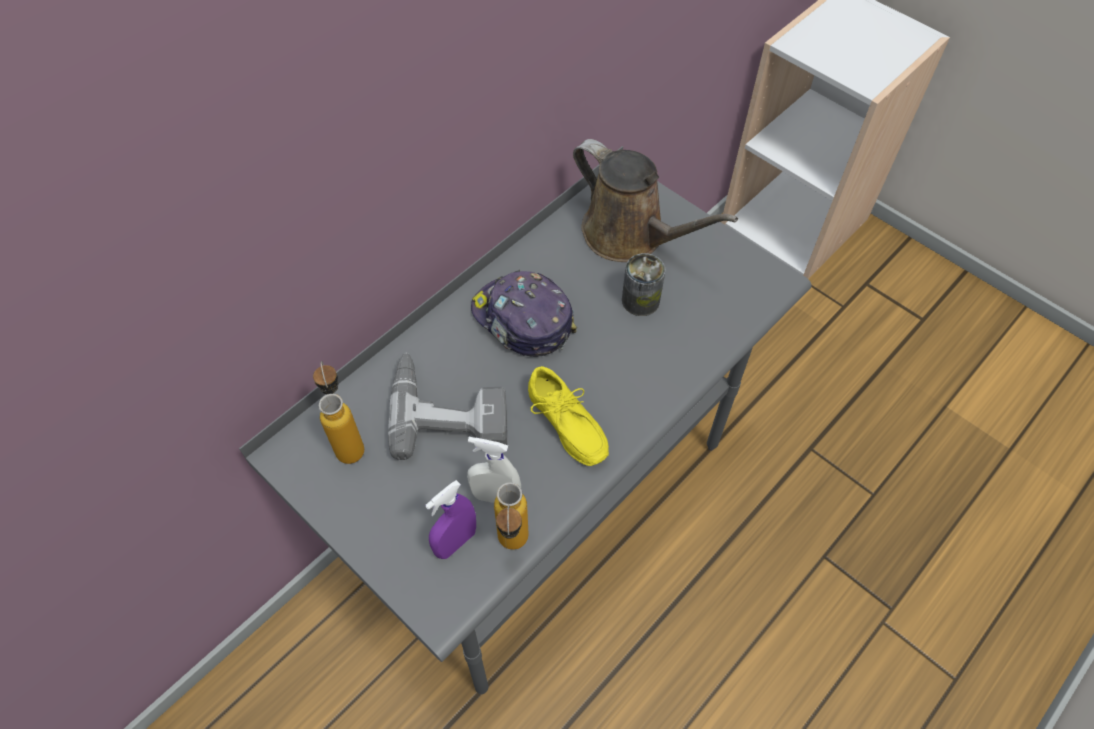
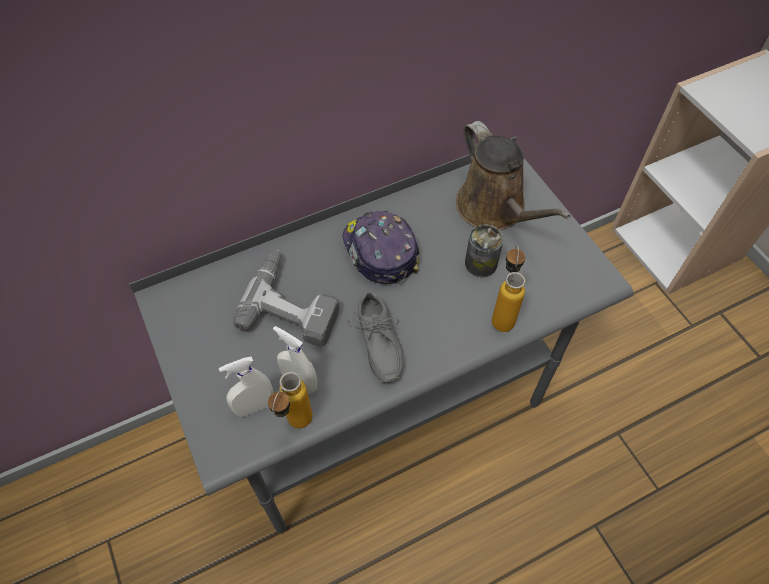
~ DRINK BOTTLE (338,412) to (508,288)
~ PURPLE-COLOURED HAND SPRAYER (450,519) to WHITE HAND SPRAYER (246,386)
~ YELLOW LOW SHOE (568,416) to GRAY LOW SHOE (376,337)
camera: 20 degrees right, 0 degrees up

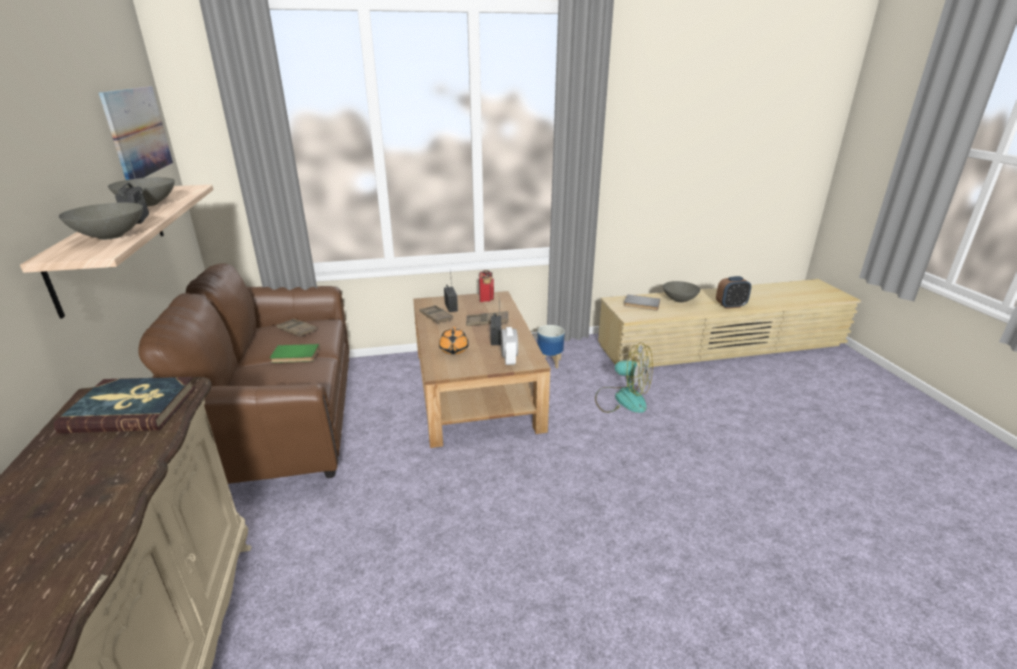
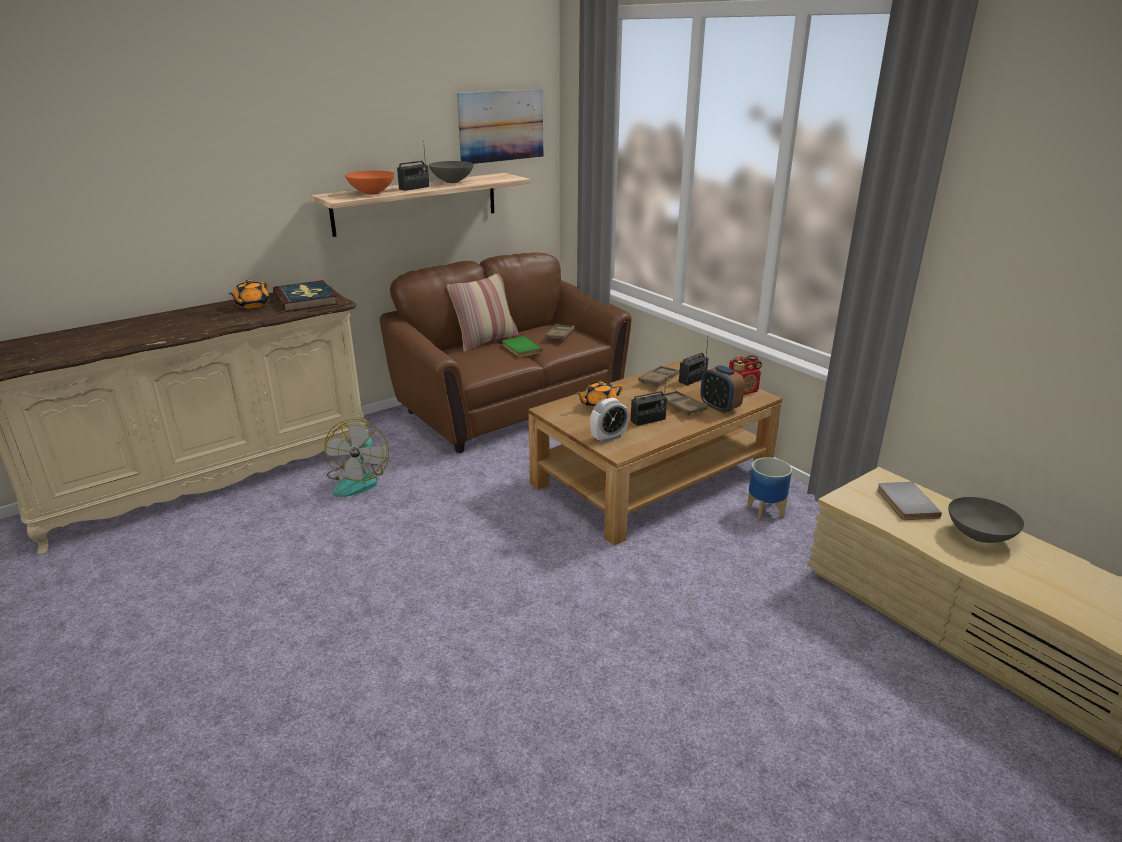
+ ORANGEY TEAPOT (249,294)
+ THROW PILLOW (483,313)
~ FAN (624,377) to (356,458)
~ TABLE CLOCK (733,292) to (722,389)
~ GRAY SERVING BOWL (101,221) to ORANGEY SERVING BOWL (370,183)
camera: 65 degrees right, 0 degrees up

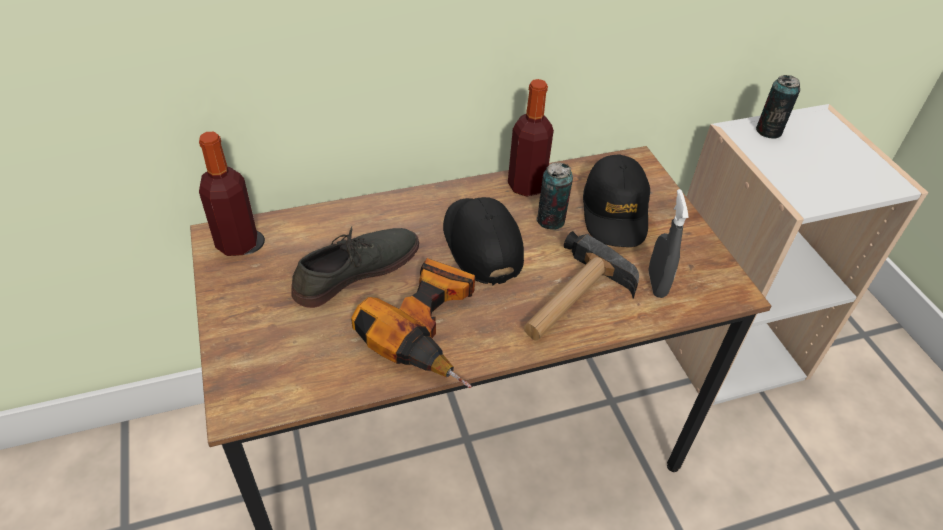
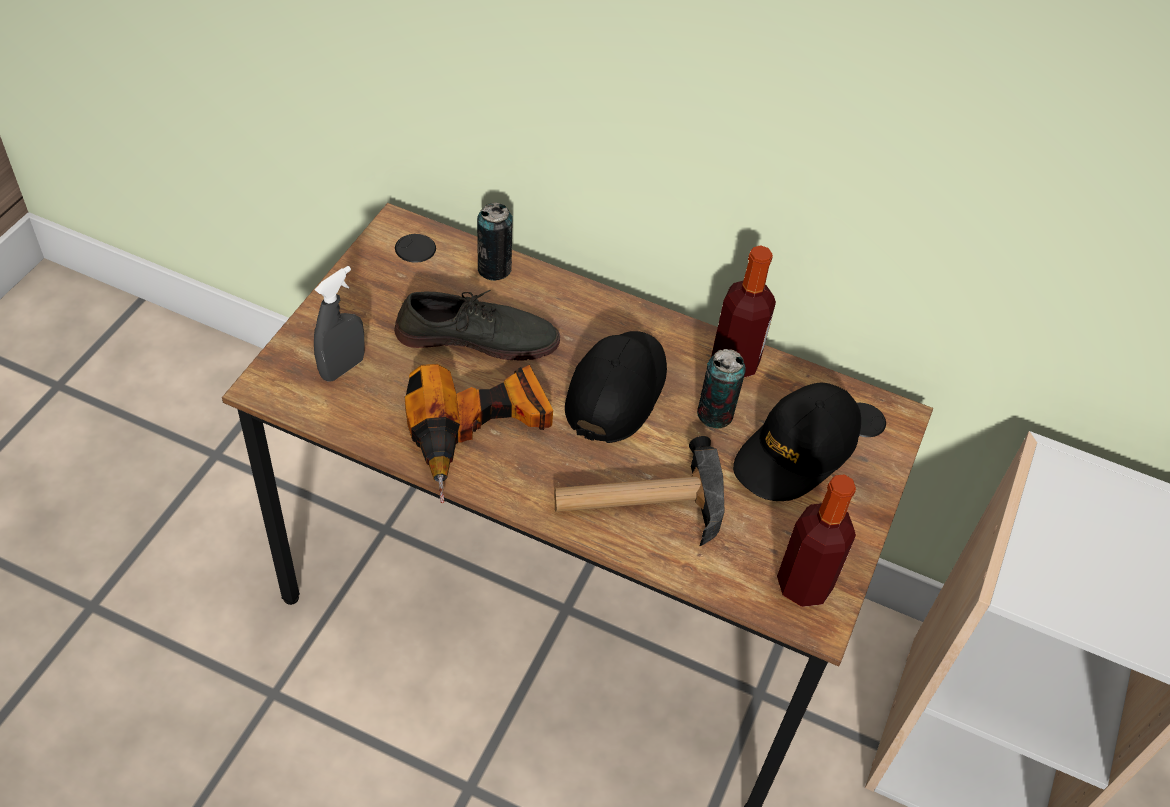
~ DRINK BOTTLE (228,194) to (816,540)
~ GRAY HAND SPRAYER (669,243) to (339,323)
~ SEALED CAN (778,107) to (495,241)
camera: 40 degrees right, 5 degrees up

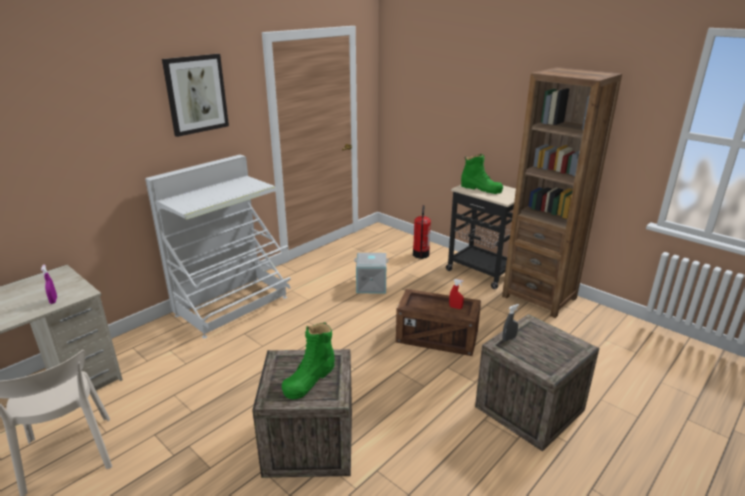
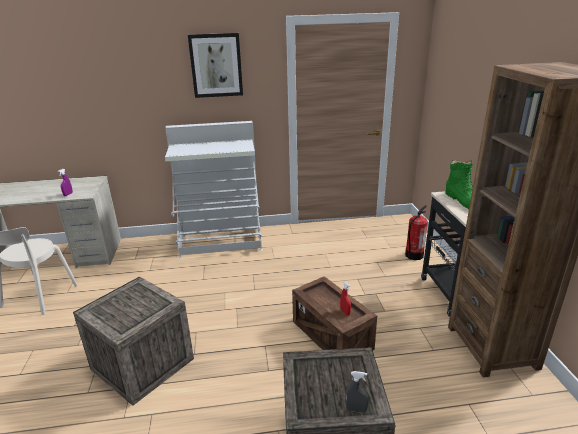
- GREEN-COLOURED TALL BOOT (308,360)
- GRAY STORAGE BOX (371,273)
~ GRAY HAND SPRAYER (510,322) to (357,392)
camera: 40 degrees right, 0 degrees up

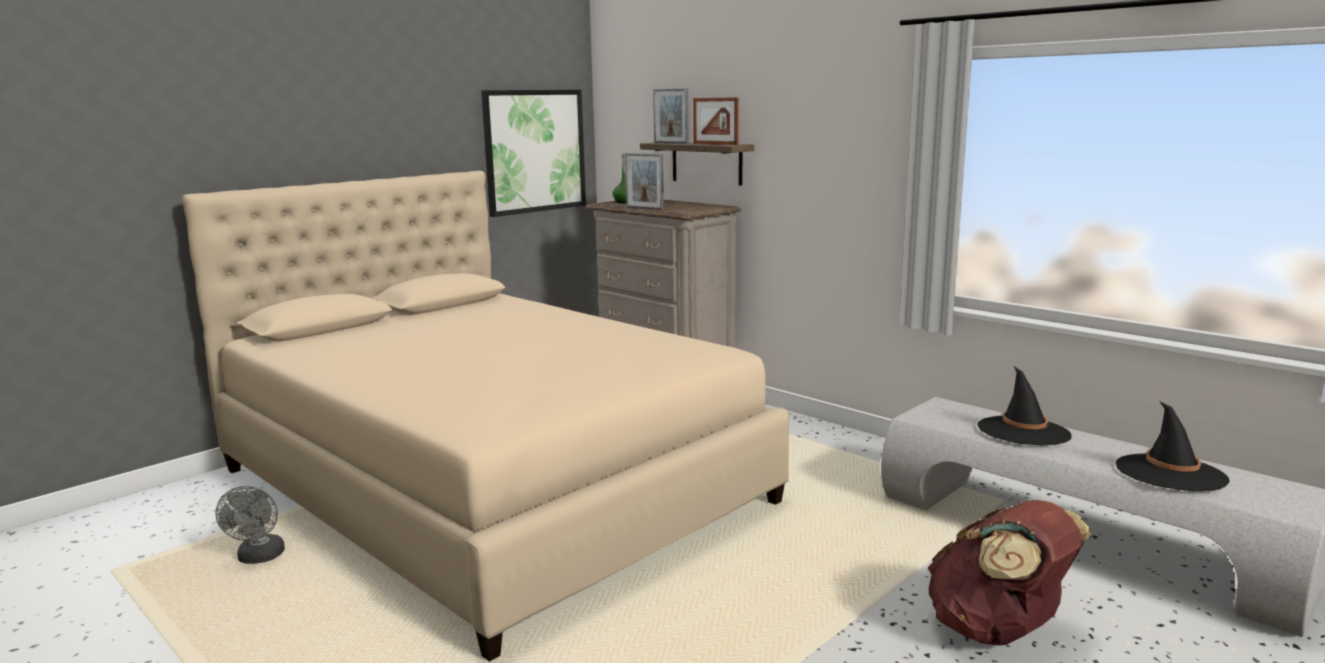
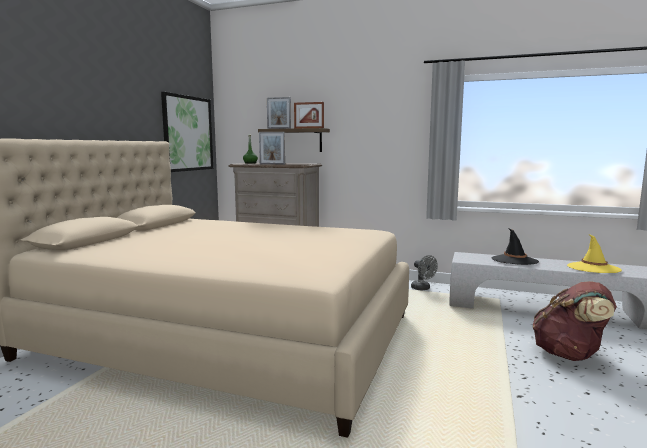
~ GRAY FAN (250,525) to (424,272)
~ BLACK-COLOURED CLOTHING HAT (1173,446) to YELLOW CLOTHING HAT (594,253)
camera: 25 degrees left, 5 degrees down

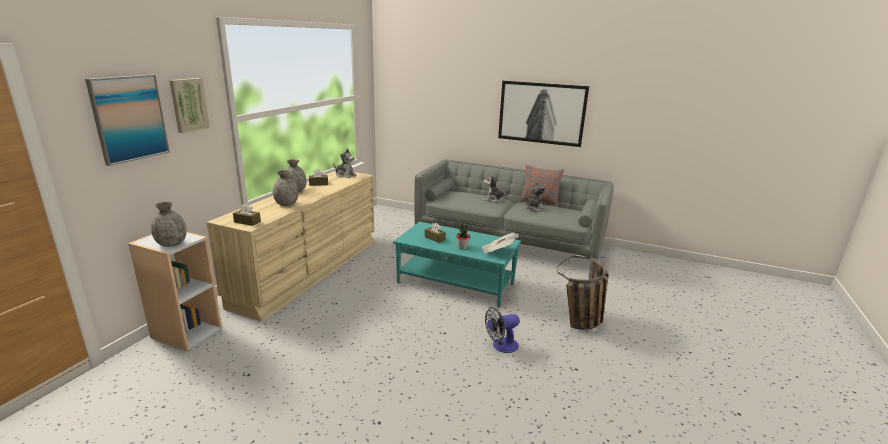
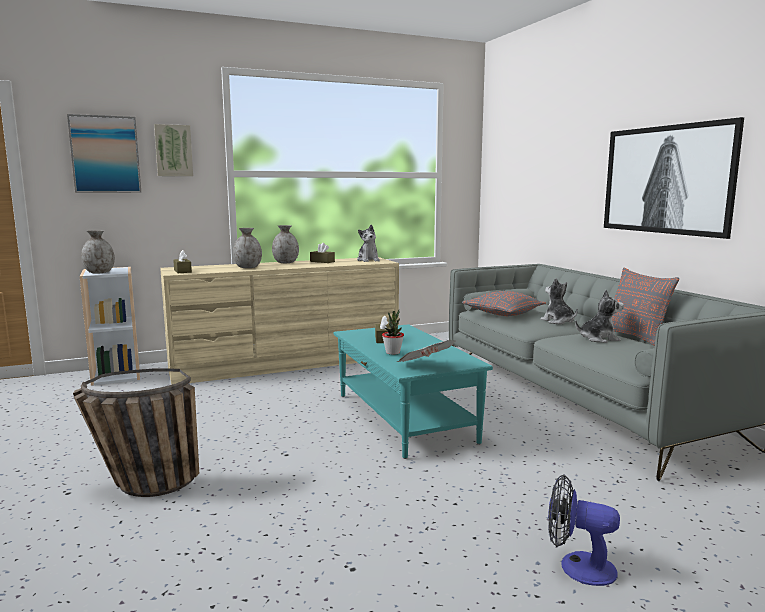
+ GRAY THROW PILLOW (504,303)
~ FAN (502,330) to (584,530)
~ STORAGE BASKET (583,293) to (136,433)
camera: 45 degrees right, 10 degrees down

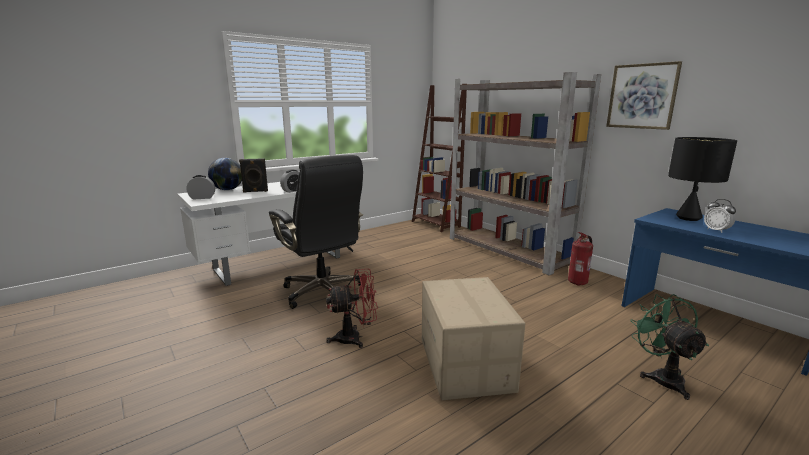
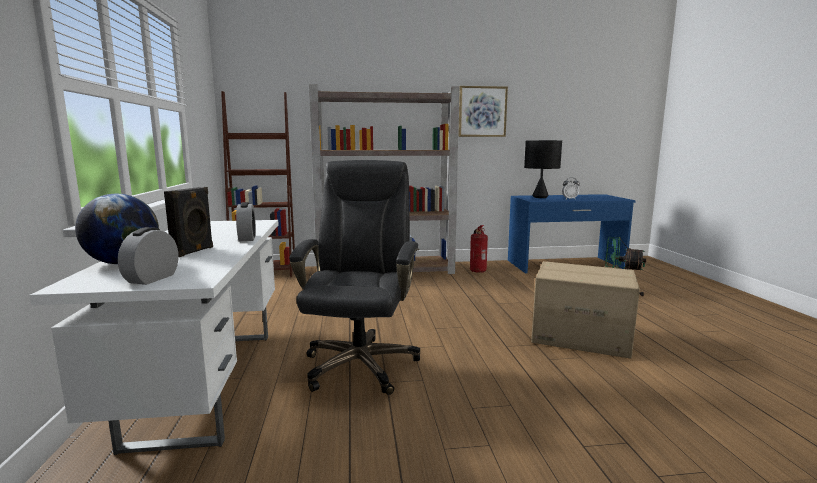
- REDDISH FAN (352,308)
~ BLACK-COLOURED COMPUTER CHAIR (316,232) = (354,277) 75 degrees counterclockwise
camera: 60 degrees left, 5 degrees down

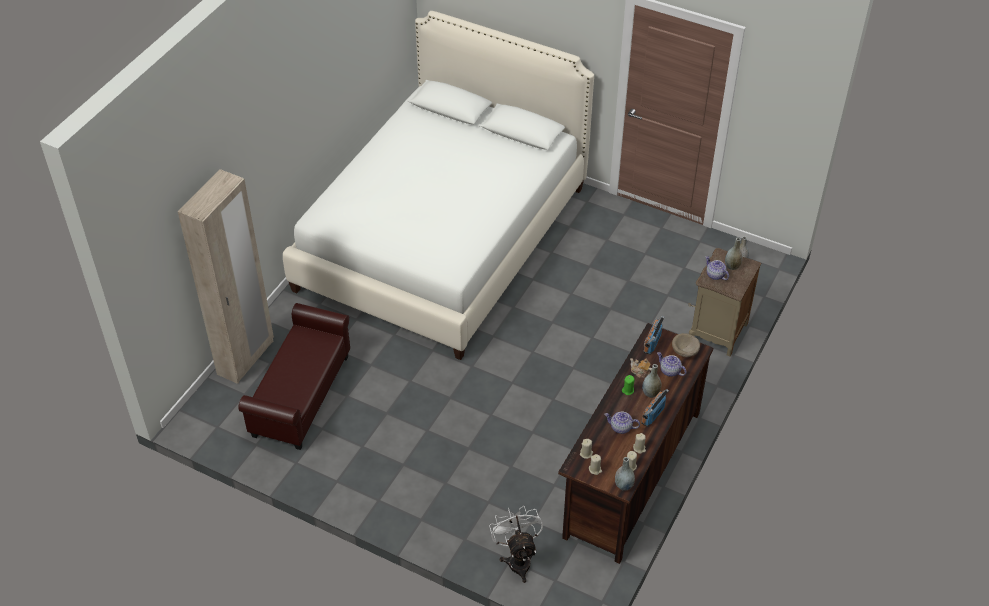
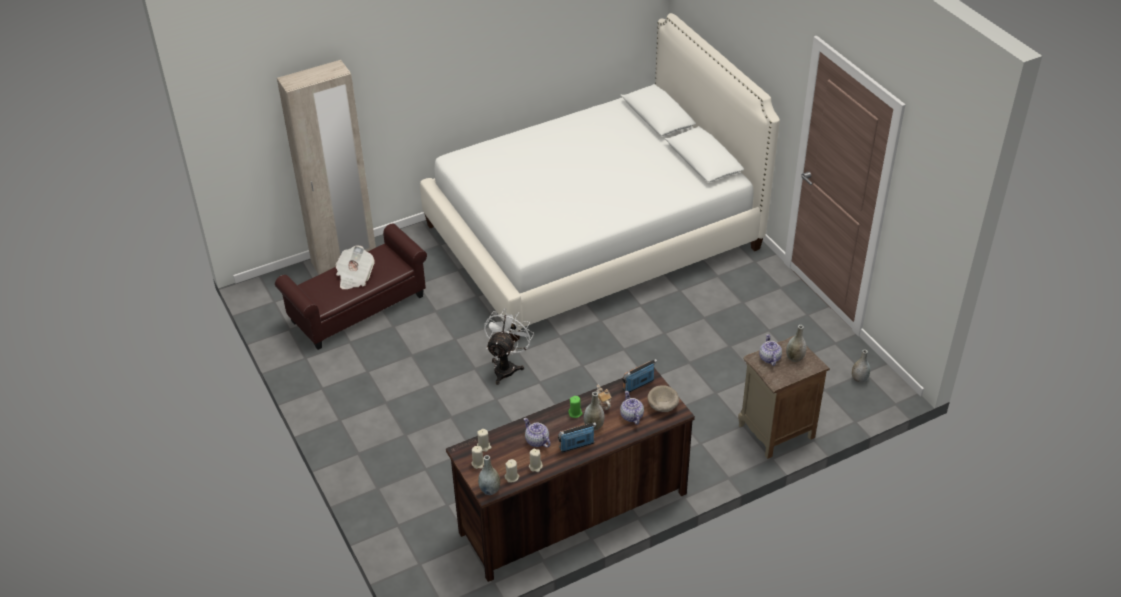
+ PRINTED PAPER (355,267)
~ WHITE FAN (516,544) to (509,346)
camera: 35 degrees right, 5 degrees down

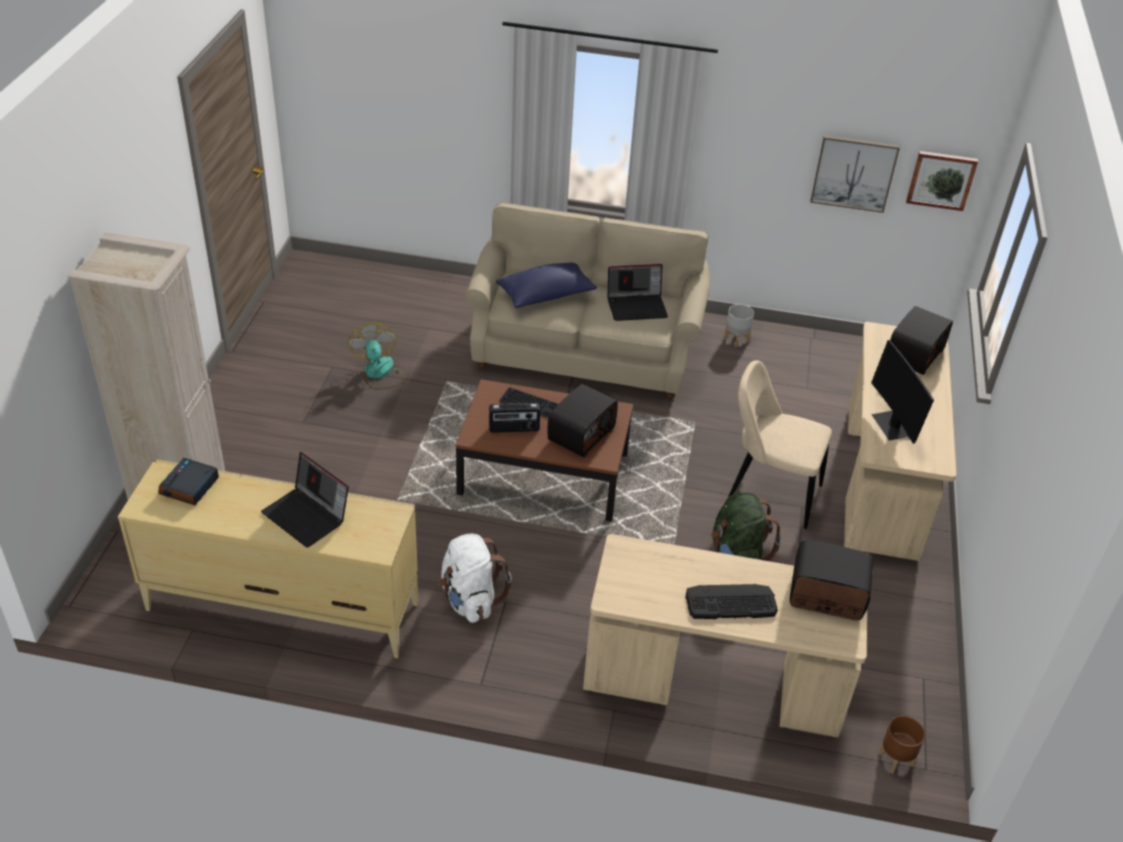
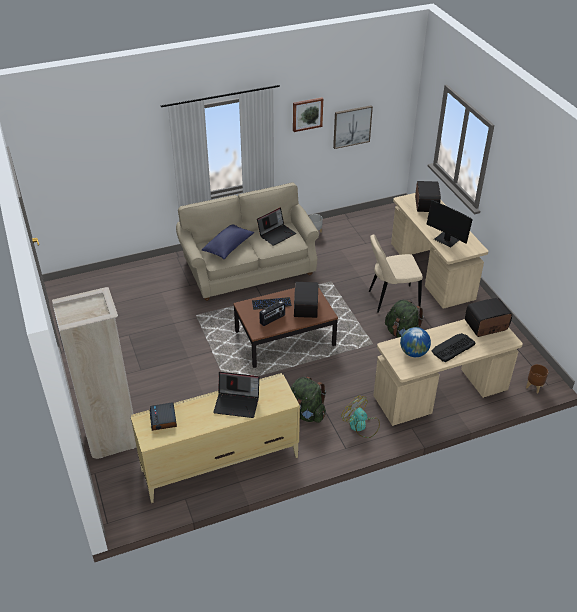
+ GLOBE (415,342)
~ FAN (378,356) to (360,416)
~ WALL PICTURE (942,181) to (308,114)
~ WHITE RUCKSACK (475,578) to GREEN-COLOURED RUCKSACK (308,400)
camera: 30 degrees left, 0 degrees up

